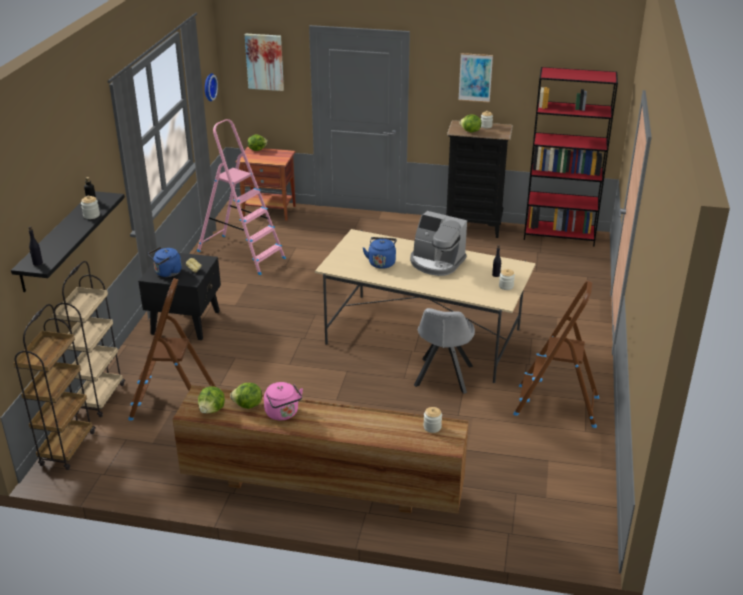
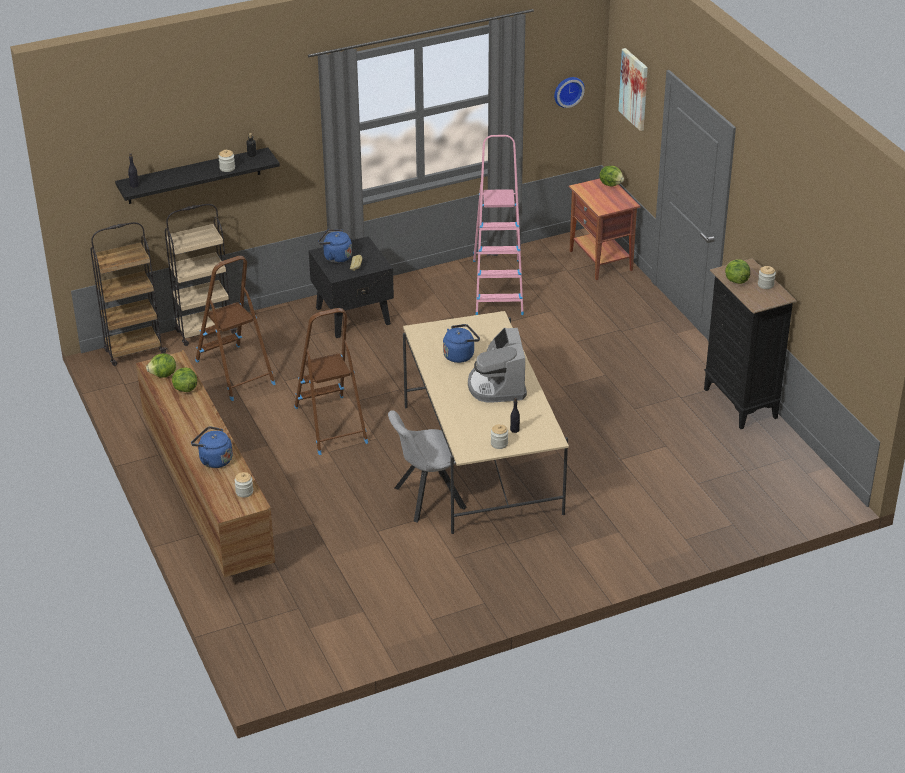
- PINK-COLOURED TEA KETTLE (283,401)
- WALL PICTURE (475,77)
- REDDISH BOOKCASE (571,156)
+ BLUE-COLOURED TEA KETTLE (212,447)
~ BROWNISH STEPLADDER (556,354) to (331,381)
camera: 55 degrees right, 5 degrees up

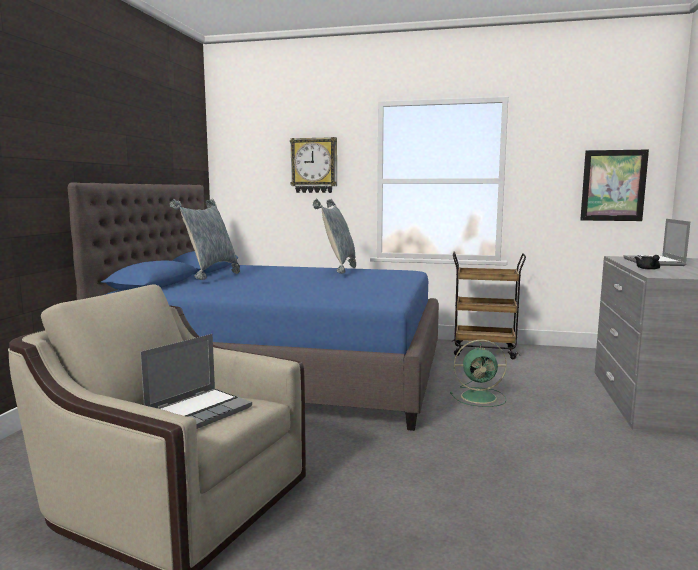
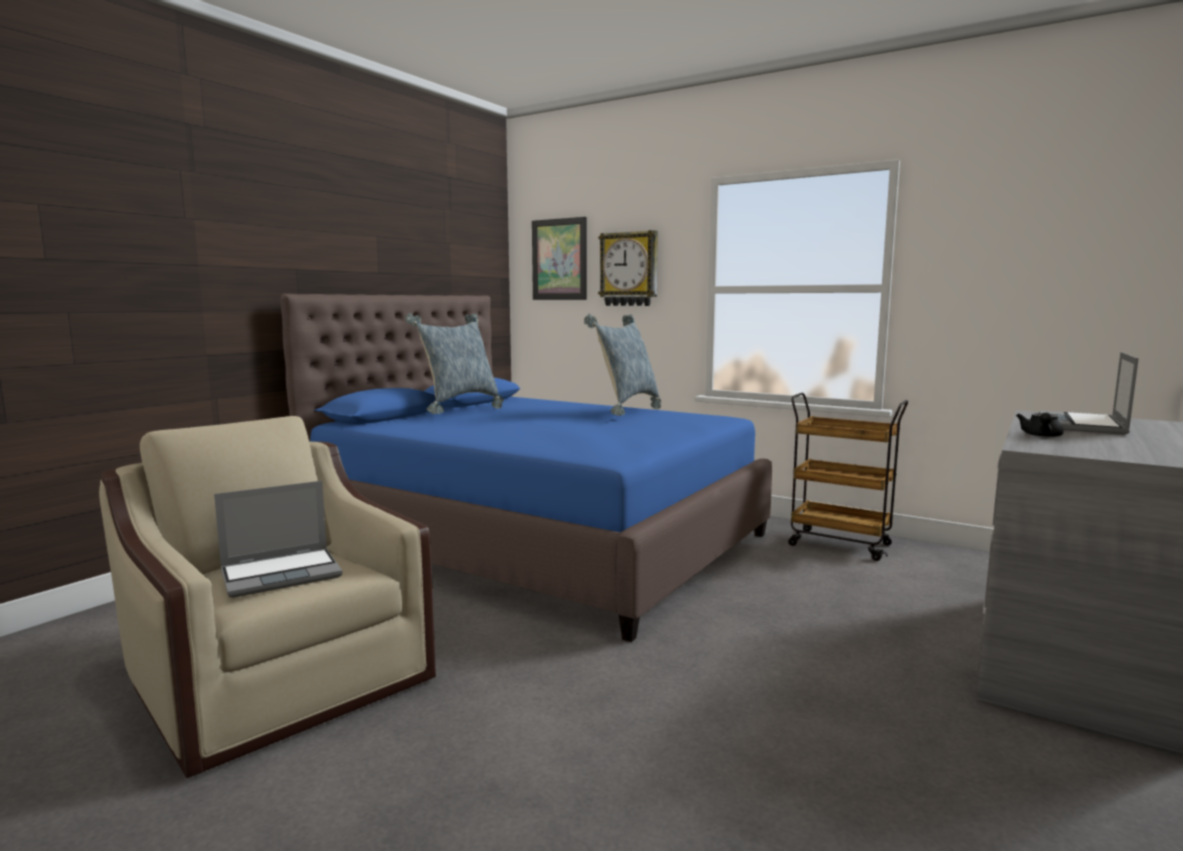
- GREEN-COLOURED FAN (478,373)
~ WALL PICTURE (614,185) to (559,258)
camera: 20 degrees right, 0 degrees up

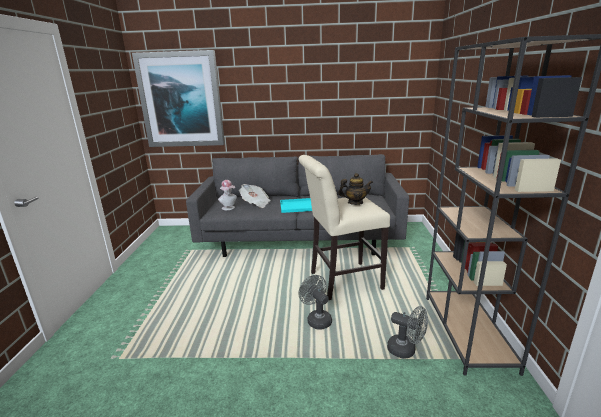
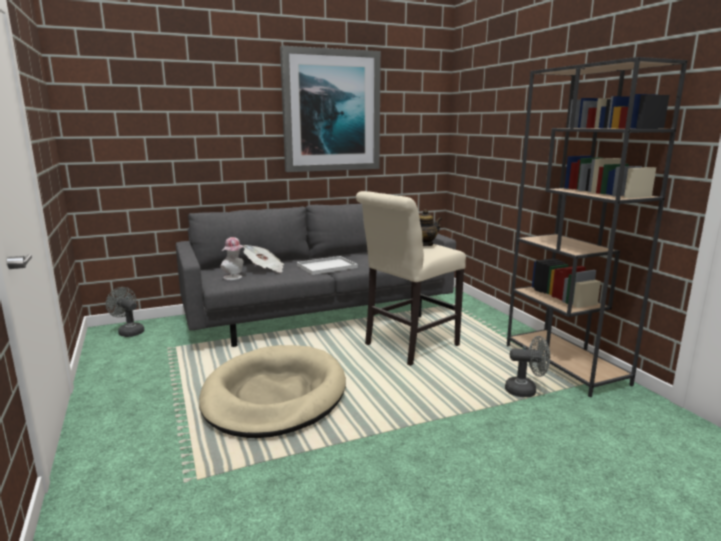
+ BEIGE-COLOURED DOG BED (272,391)
~ WALL PICTURE (178,98) to (330,109)
~ GRAY FAN (315,302) to (125,312)
~ TURQUOISE CARRYING TRAY (296,205) to WHITE CARRYING TRAY (327,265)
camera: 25 degrees left, 5 degrees down

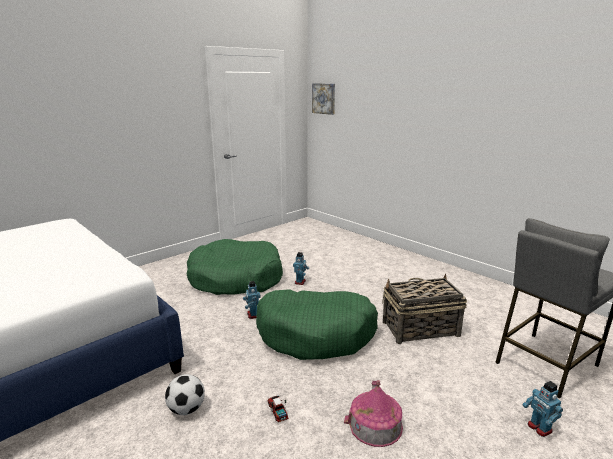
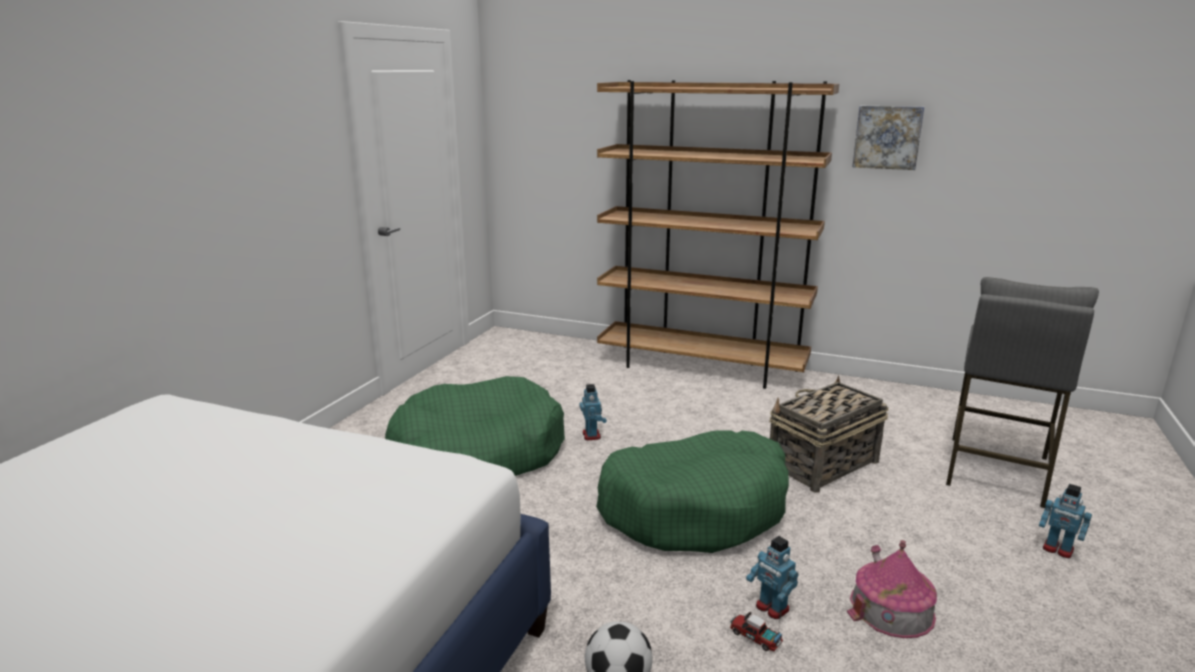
+ BROWNISH BOOKCASE (718,234)
~ MODEL ROBOT (252,300) to (772,577)
~ WALL PICTURE (323,99) to (888,137)
camera: 25 degrees left, 0 degrees up

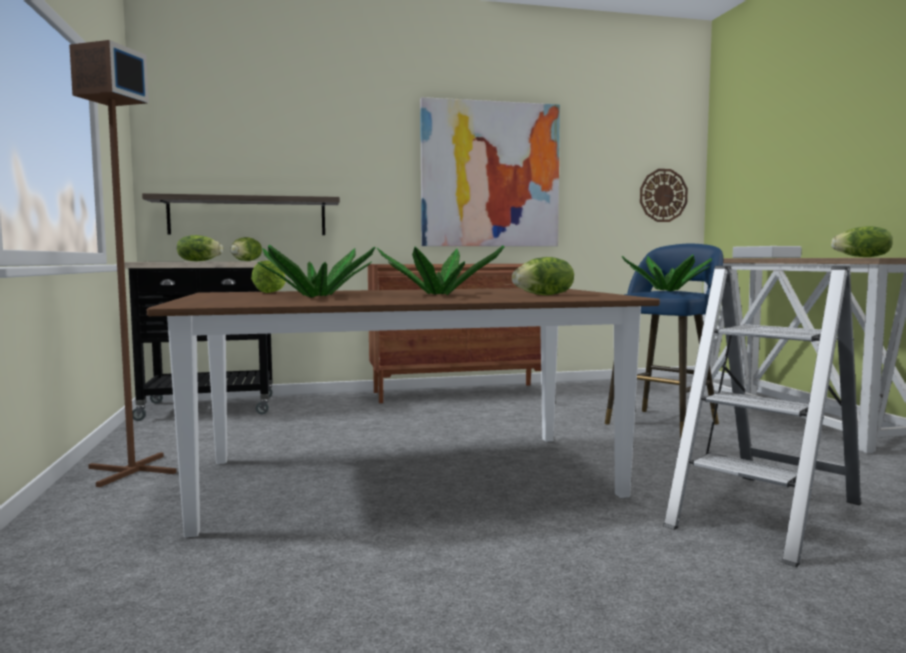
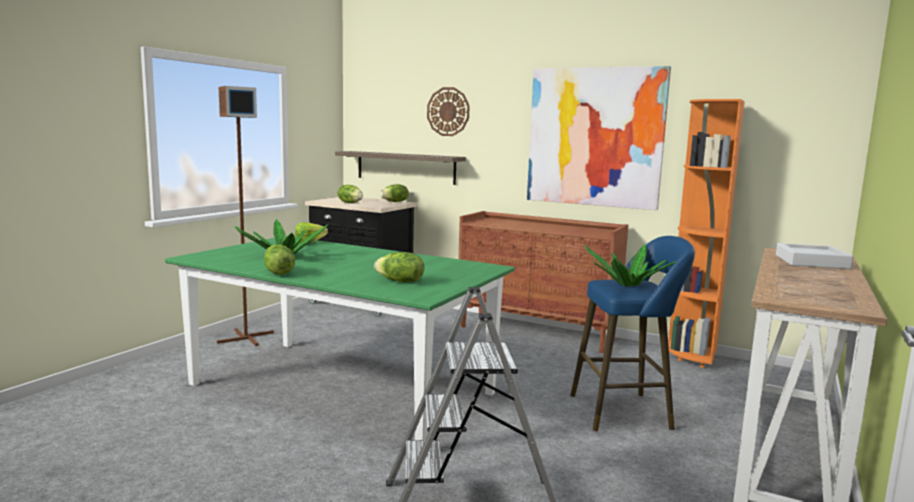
- POTTED PLANT (440,270)
+ ORANGEY BOOKCASE (706,233)
~ HANGING CLOCK (664,195) to (448,111)
~ LETTUCE HEAD (862,241) to (279,259)
~ BROWNISH DINNER TABLE (403,412) to GREEN-COLOURED DINNER TABLE (340,338)
camera: 40 degrees right, 5 degrees up

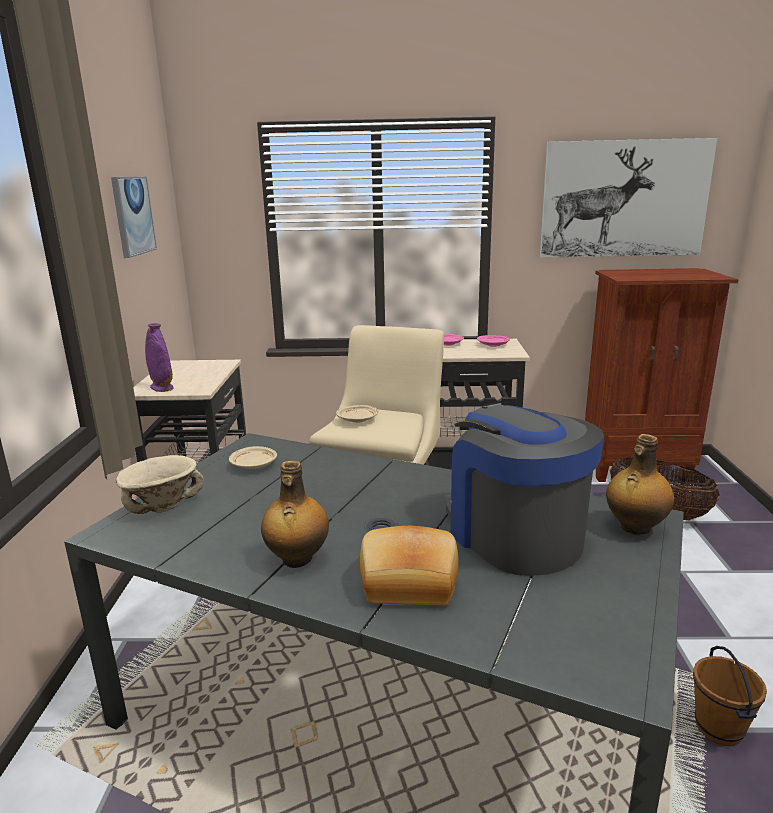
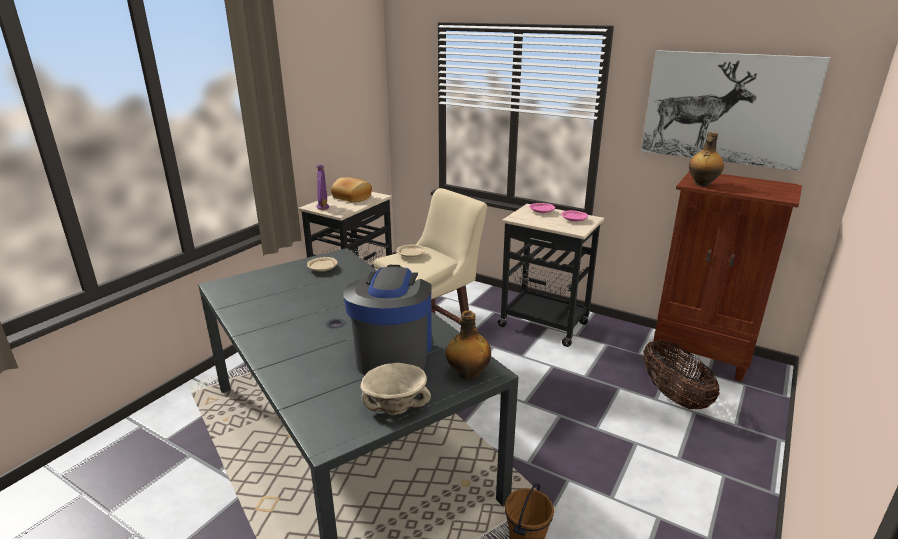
- WALL PICTURE (134,217)
~ BEIGE-COLOURED SERVING BOWL (160,484) to (395,389)
~ DRINK BOTTLE (295,514) to (706,159)
~ BREAD (409,566) to (351,189)
camera: 30 degrees right, 5 degrees up

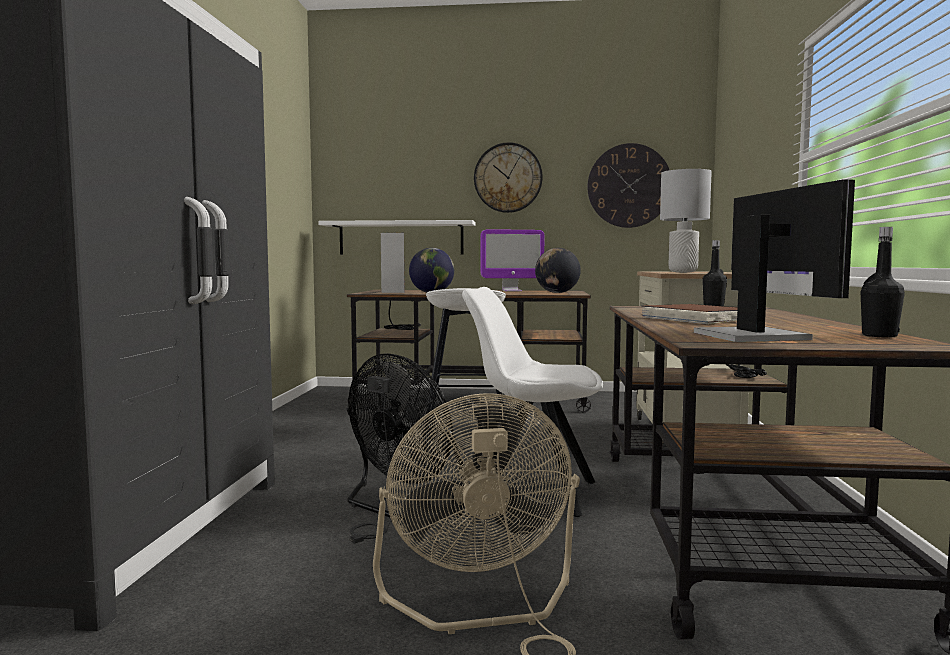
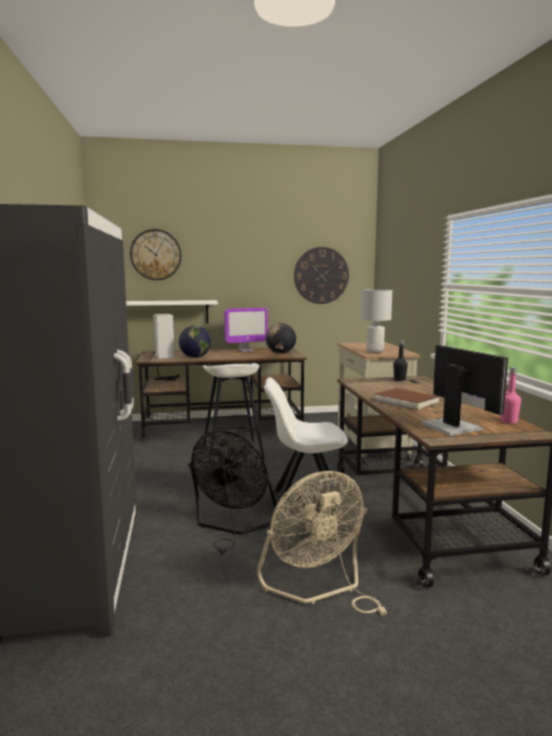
~ HANGING CLOCK (508,177) to (155,254)
~ BLACK-COLOURED DRINK BOTTLE (883,282) to PINK-COLOURED DRINK BOTTLE (510,395)
camera: 15 degrees left, 5 degrees up

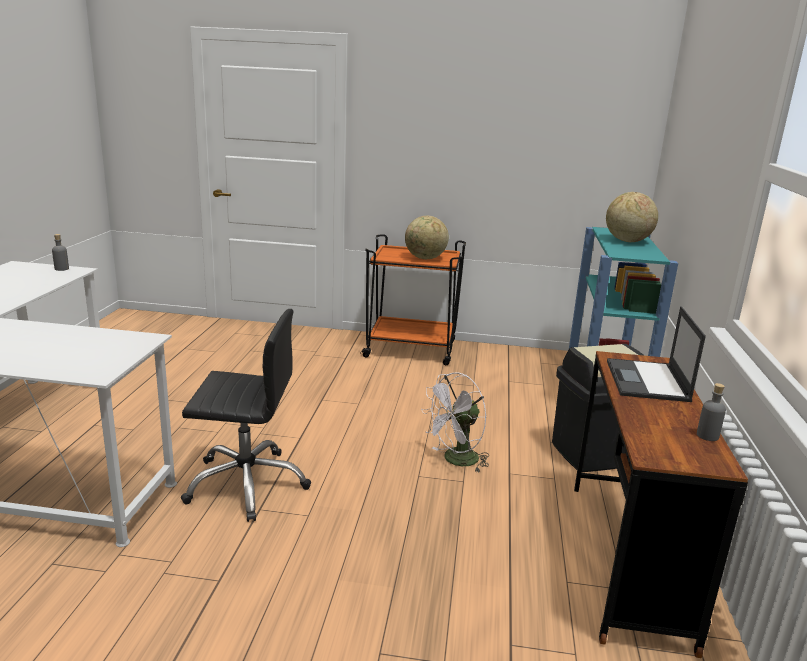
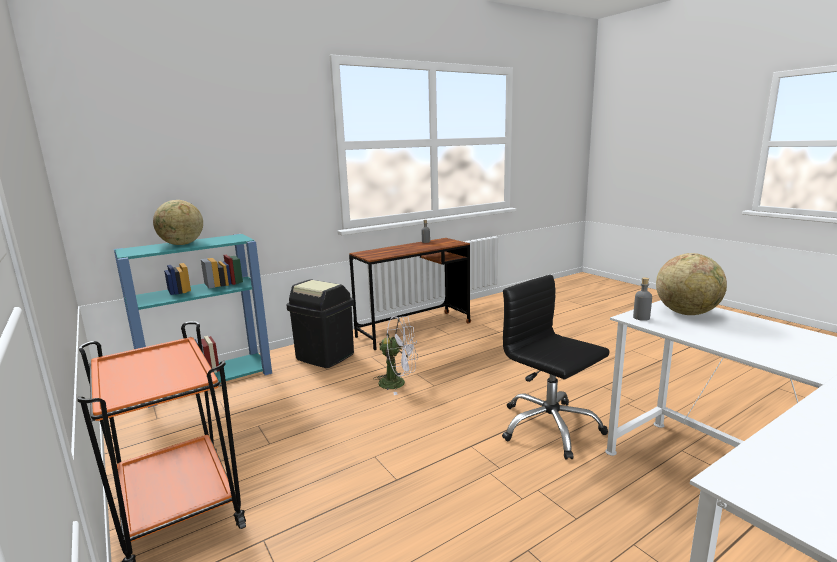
- LAPTOP (656,354)
~ GRAY DRINK BOTTLE (60,252) to (642,299)
~ GLOBE (427,237) to (691,284)
camera: 130 degrees left, 5 degrees down

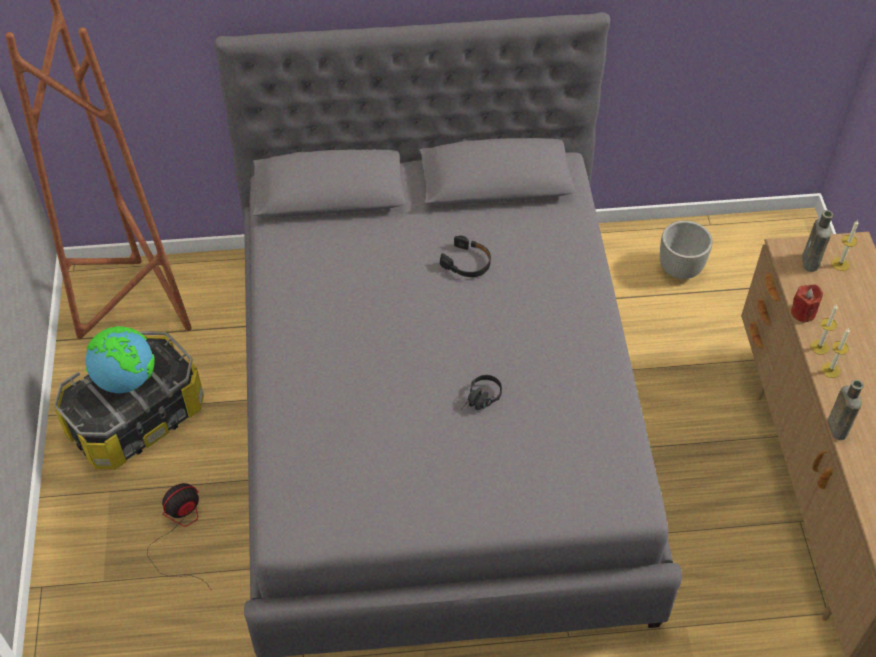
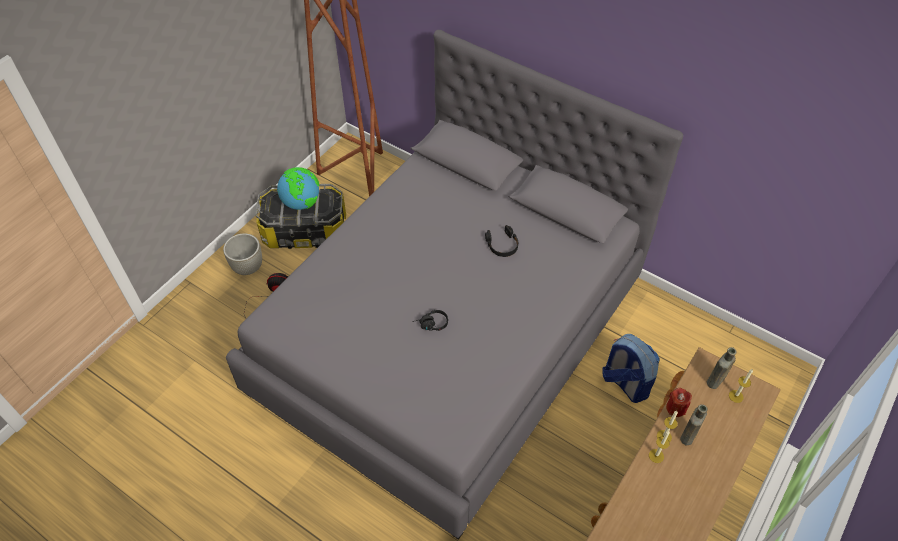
+ RUCKSACK (631,368)
~ GRAY FLOWER POT (686,250) to (242,254)
~ BROWNISH DRINK BOTTLE (846,410) to (694,424)
camera: 40 degrees right, 0 degrees up

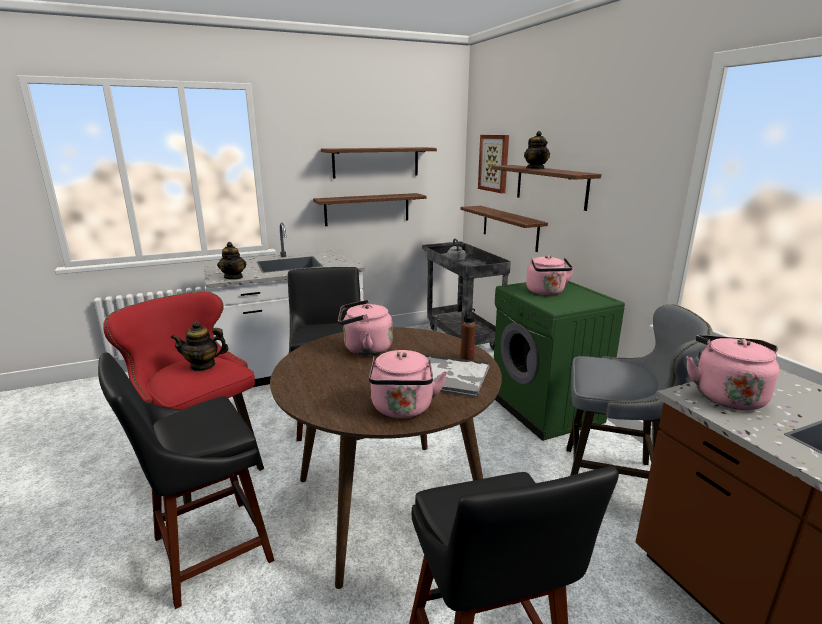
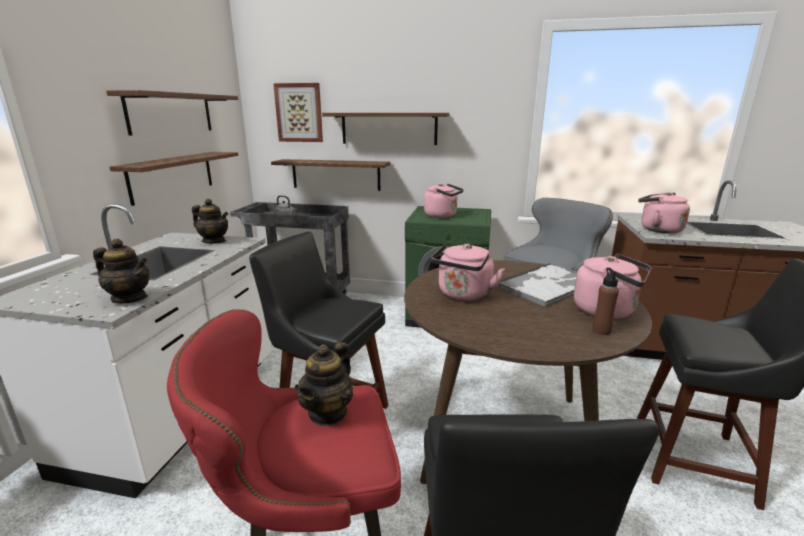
~ BROWNISH DRINK BOTTLE (468,334) to (605,301)
~ TEAPOT (537,150) to (210,221)
camera: 55 degrees left, 0 degrees up

